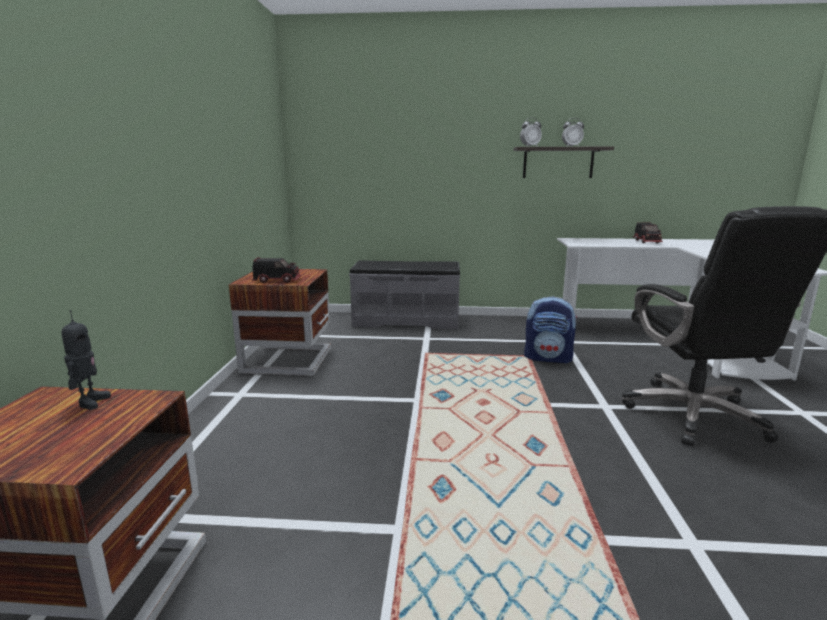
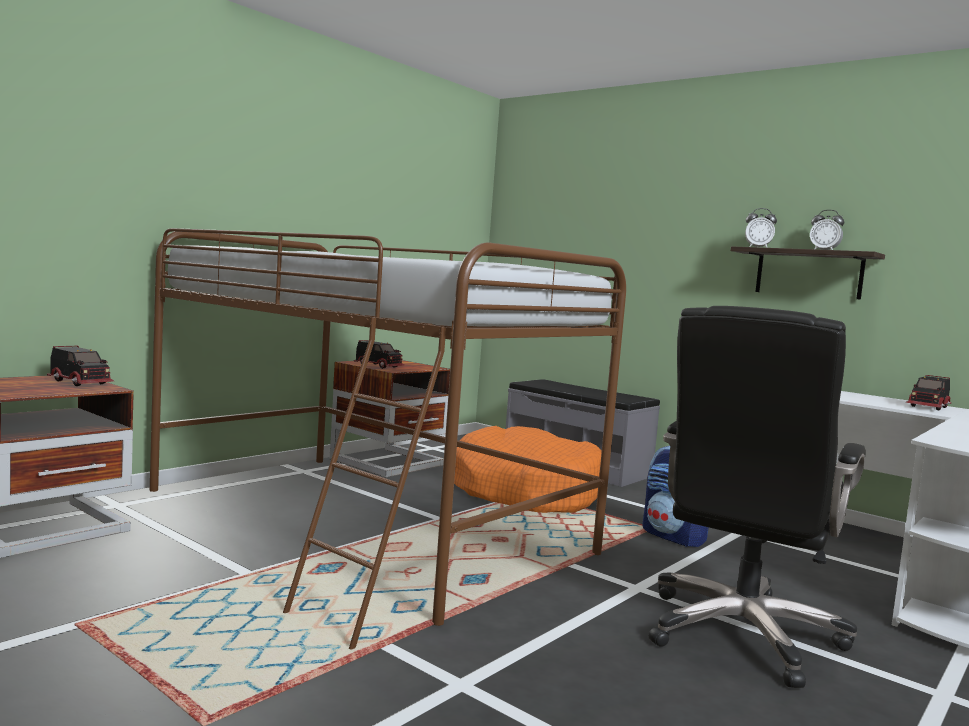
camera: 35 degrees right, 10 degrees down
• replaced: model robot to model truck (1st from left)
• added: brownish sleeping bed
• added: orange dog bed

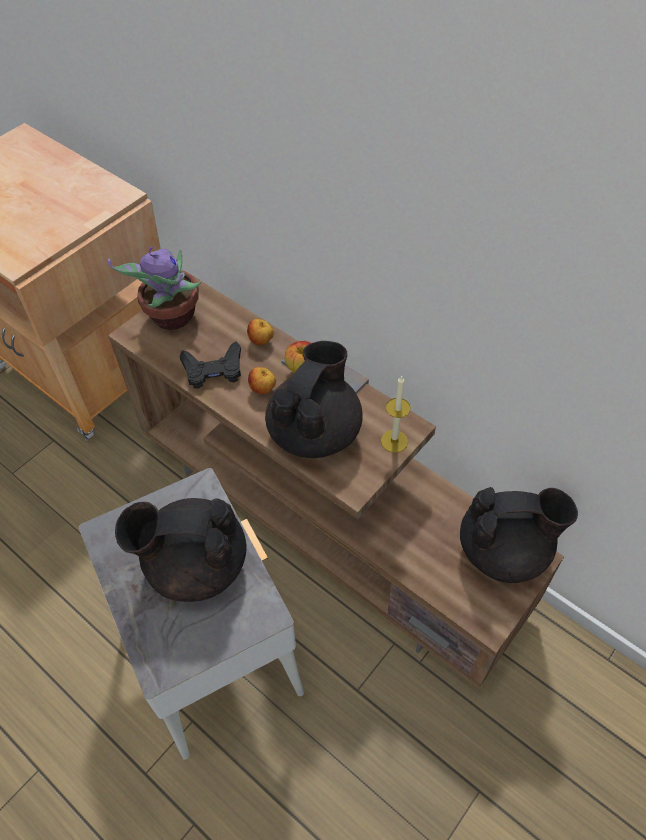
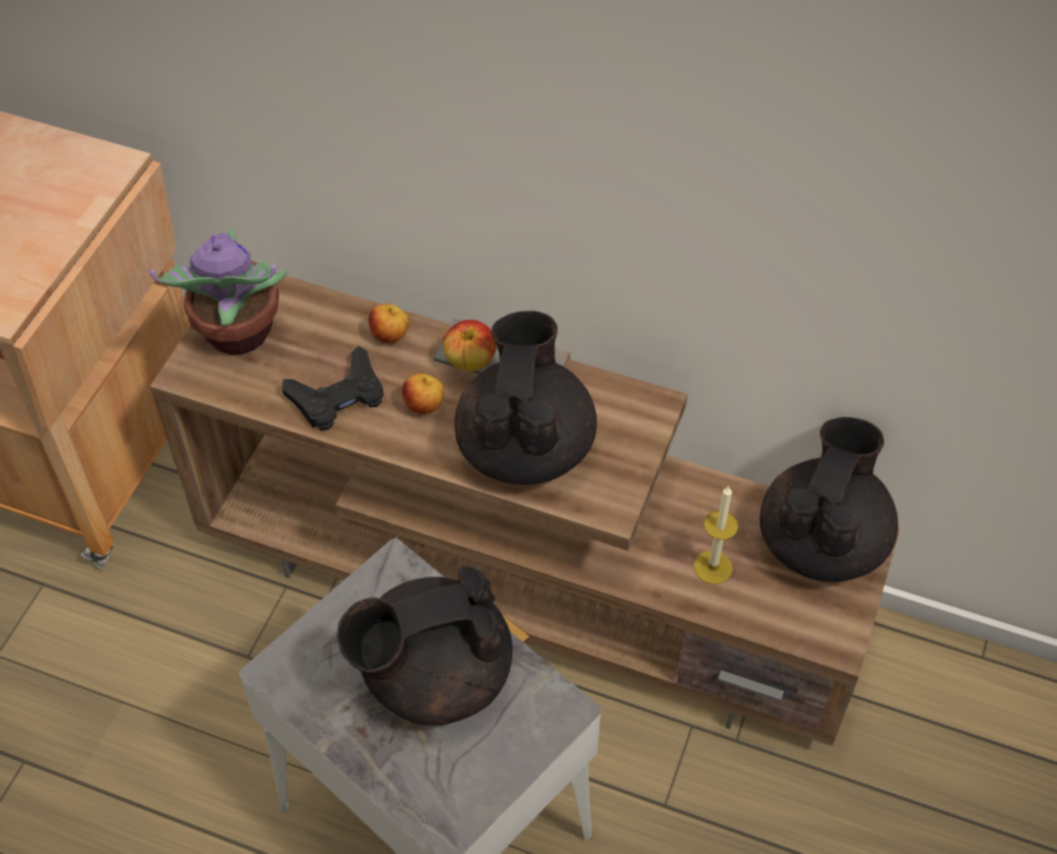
camera: 20 degrees left, 0 degrees up
• moved: candle
• turned: black-coloured pot for tea (3rd from left) 45 degrees counterclockwise

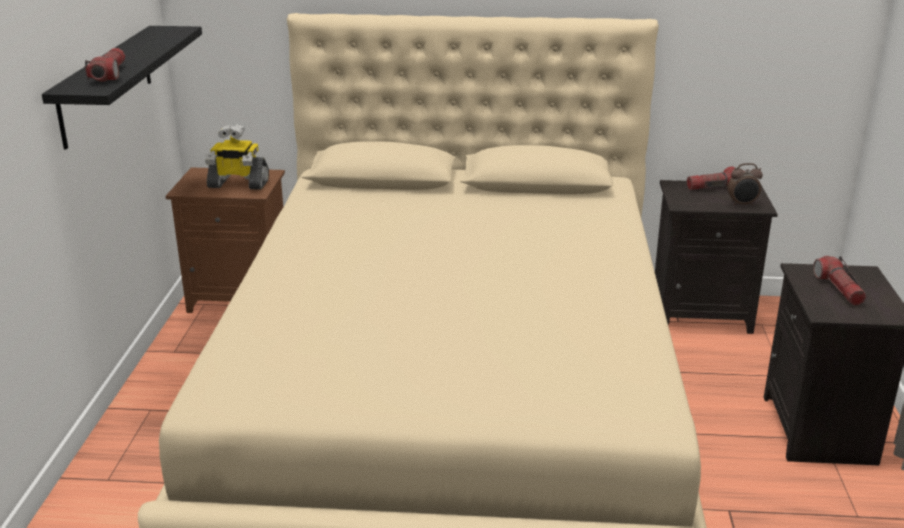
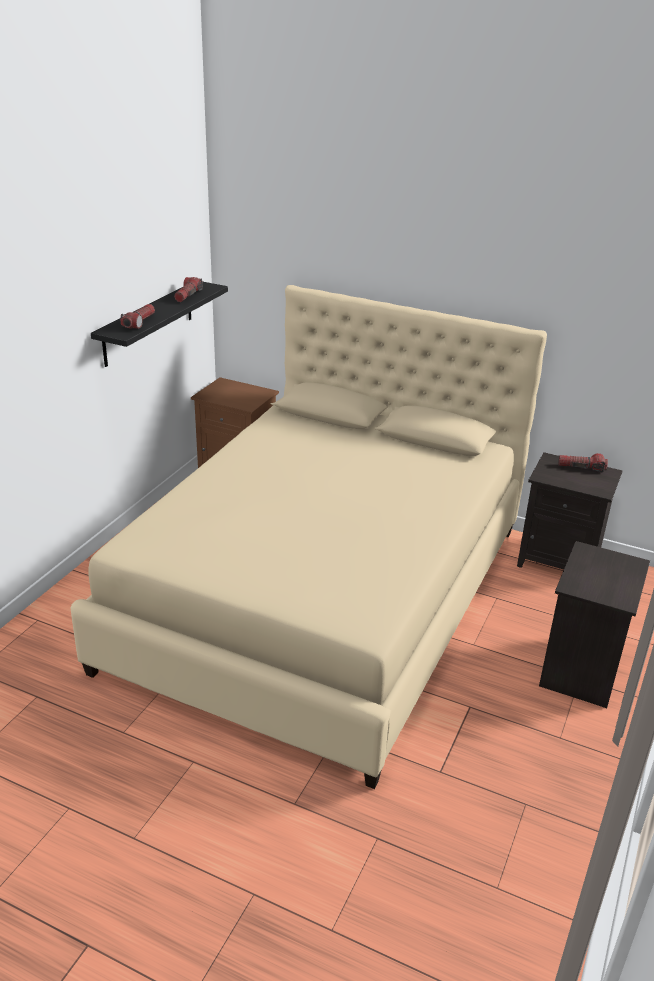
camera: 20 degrees right, 5 degrees up
• moved: torch (3rd from left in the first image) to torch (2nd from left)
• removed: model robot
• removed: bedside clock

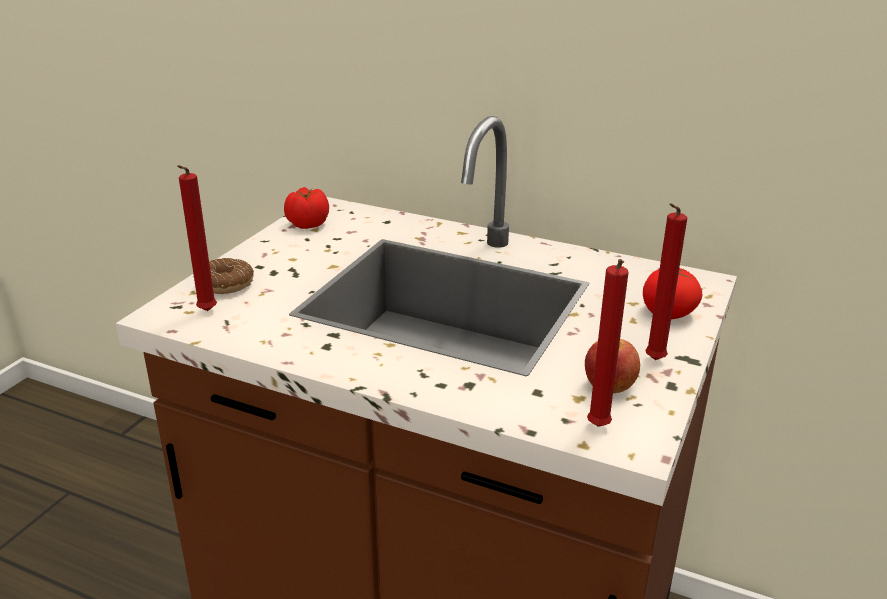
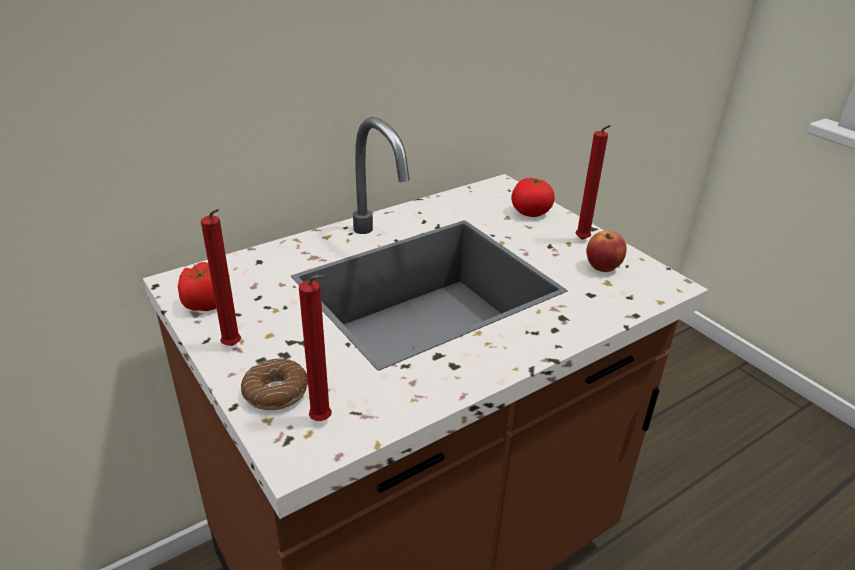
camera: 60 degrees left, 5 degrees up
• moved: reddish candle (2nd from left in the first image) to reddish candle (1st from left)

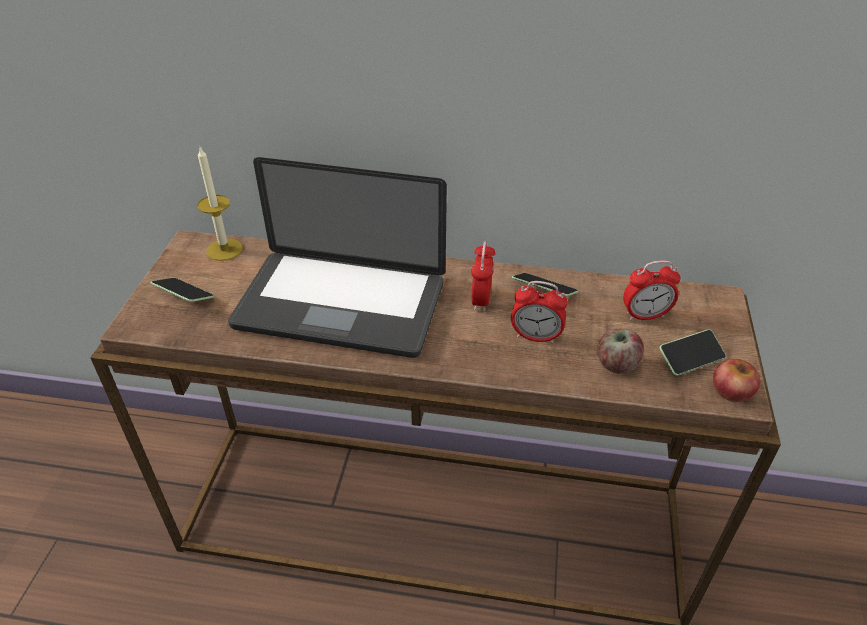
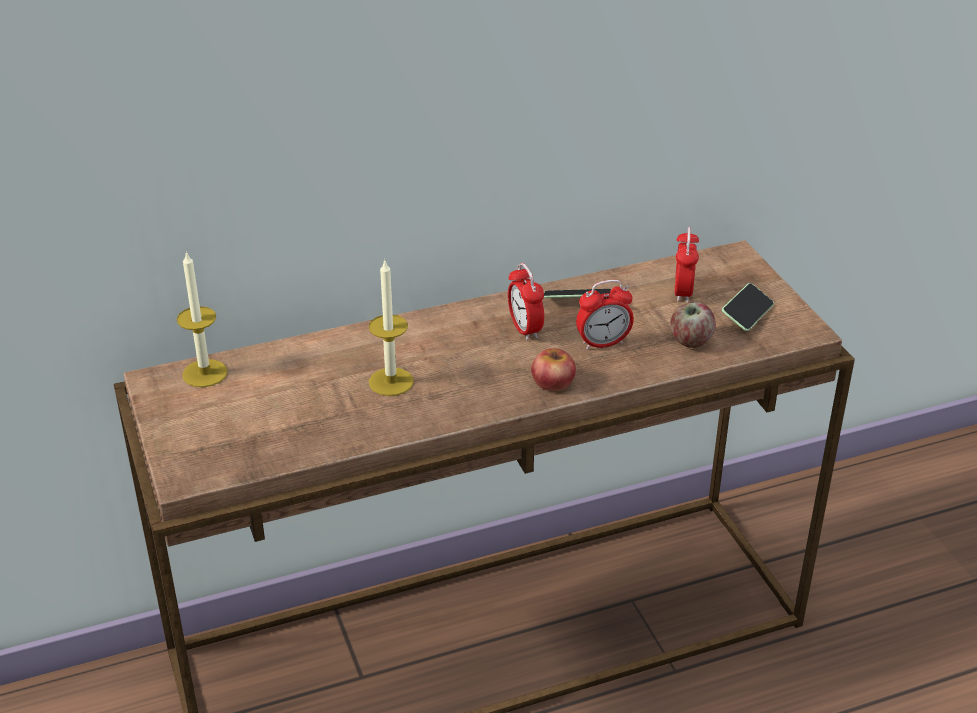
camera: 30 degrees left, 5 degrees down
• replaced: notebook computer to candle (2nd from left)
• moved: apple fruit (2nd from left in the first image) to apple fruit (1st from left)
• turned: bedside clock (3rd from left) 135 degrees clockwise
• removed: telephone (1st from left)

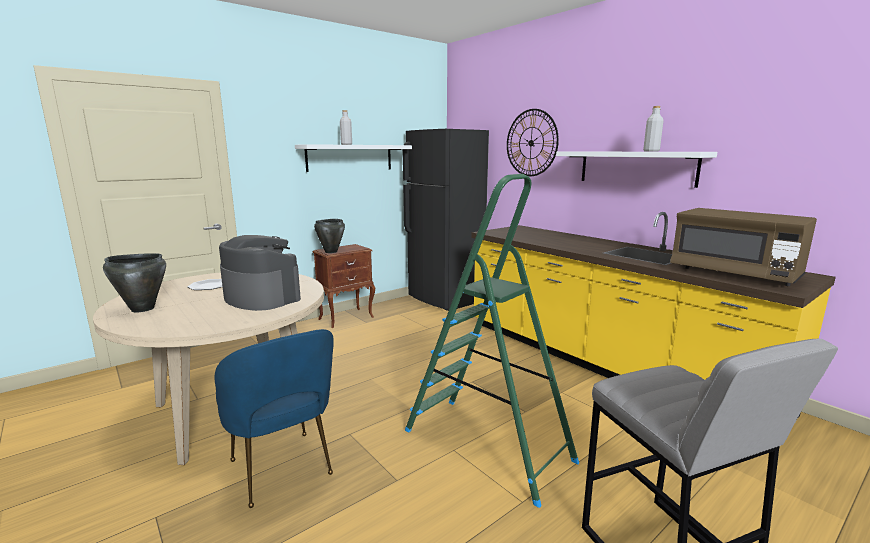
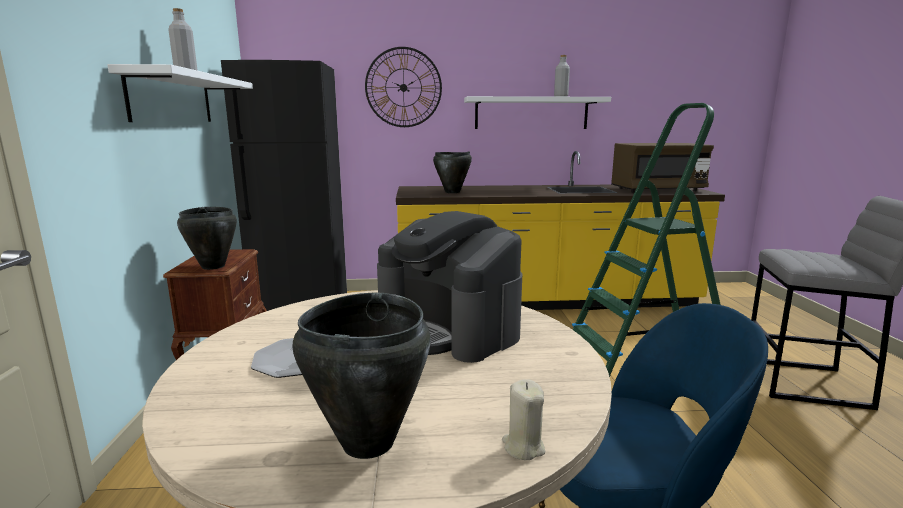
camera: 55 degrees left, 0 degrees up
• turned: coffee brewer 120 degrees counterclockwise
• added: black-coloured stockpot (3rd from left)
• added: beige candle

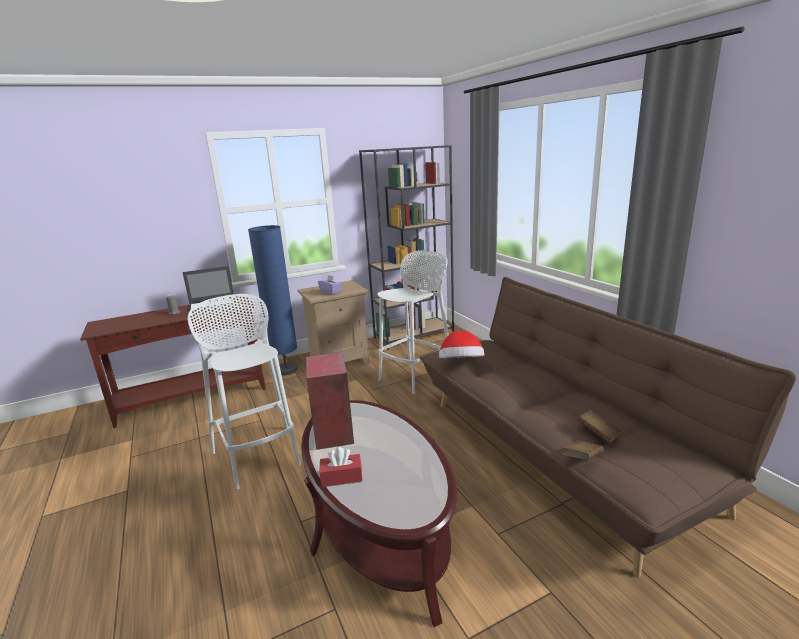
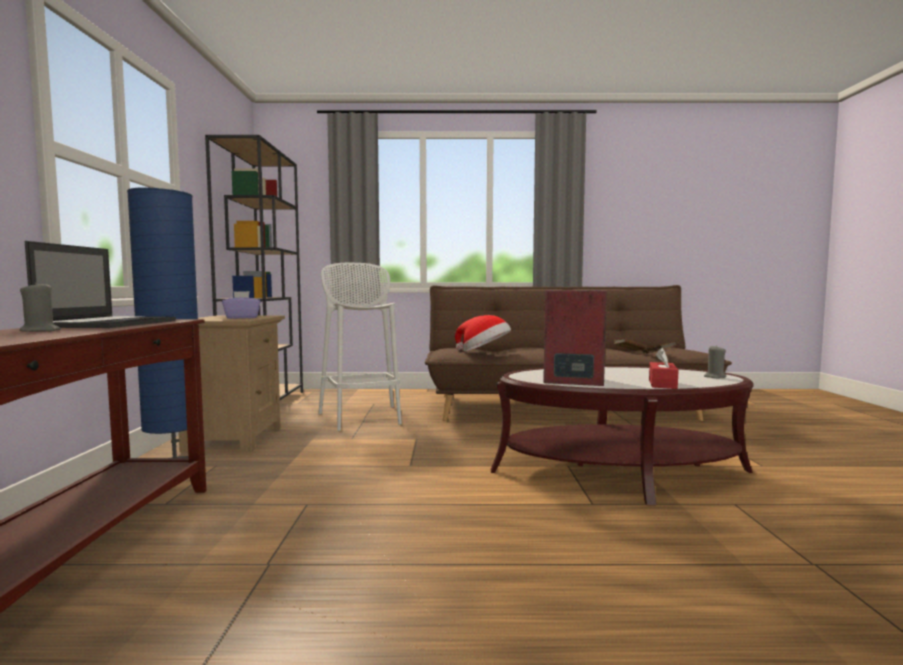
camera: 65 degrees left, 15 degrees down
• added: greyish candle (2nd from left)
• removed: white stool seat (1st from left)

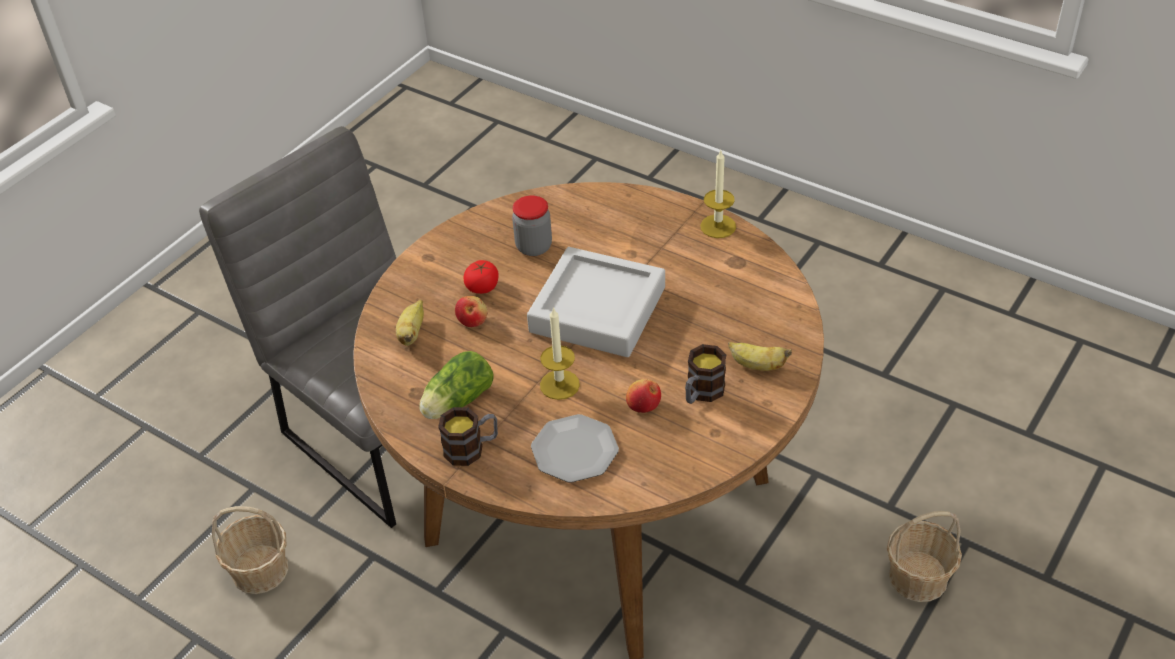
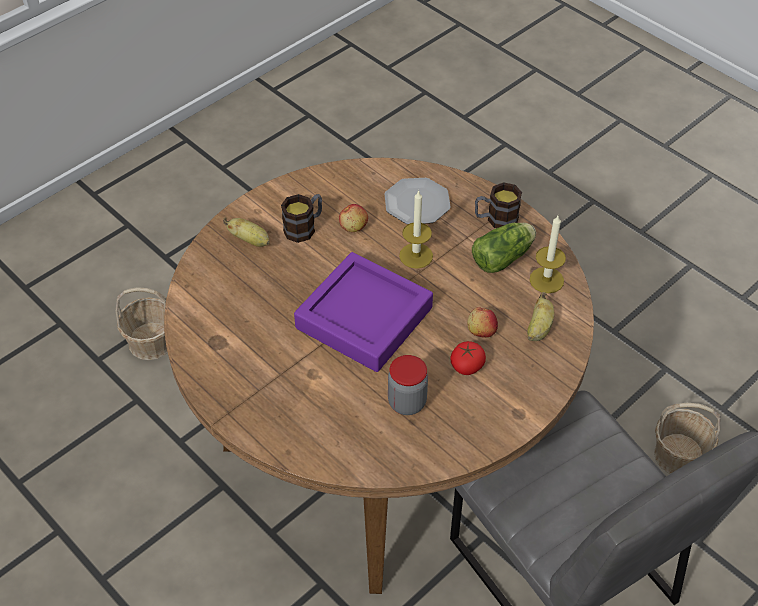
camera: 170 degrees left, 5 degrees up
• recoloured: greyish serving tray to purple-coloured serving tray
• moved: candle (2nd from left)

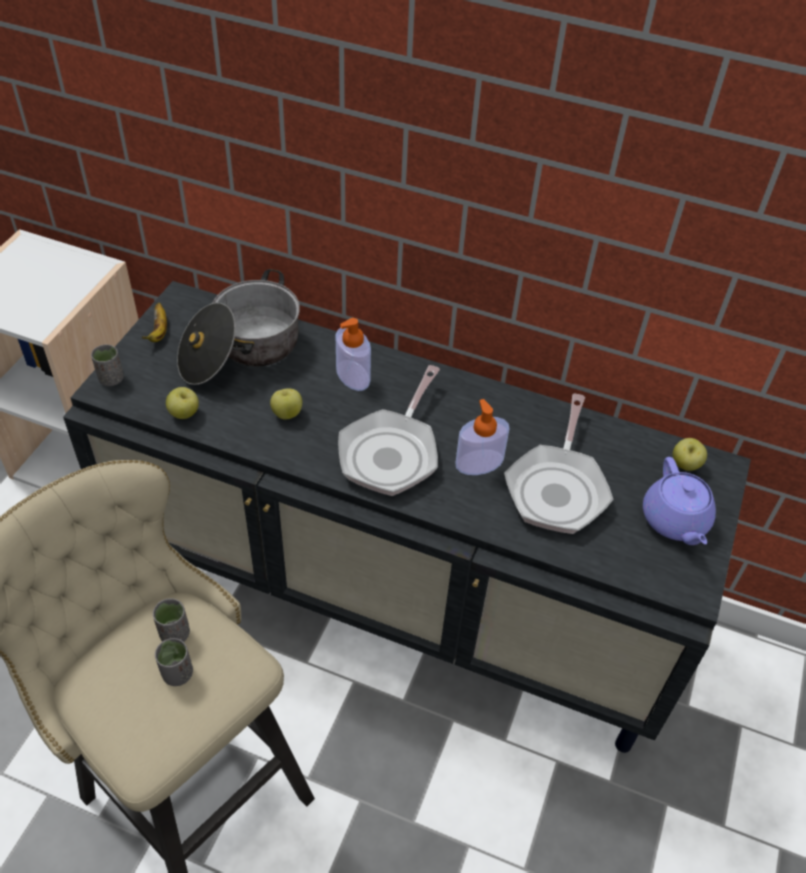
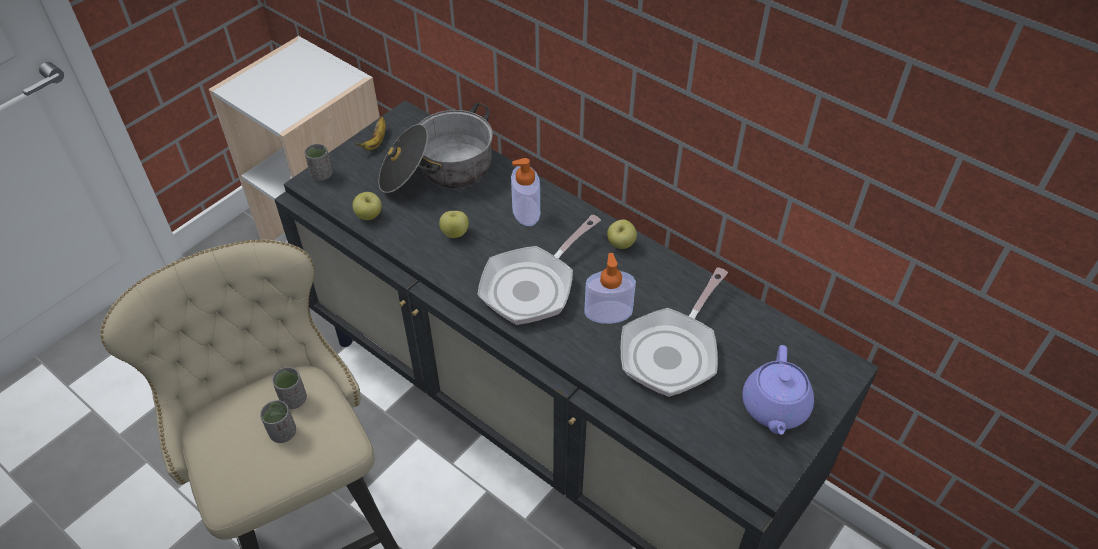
camera: 20 degrees right, 0 degrees up
• moved: apple fruit (3rd from left)

